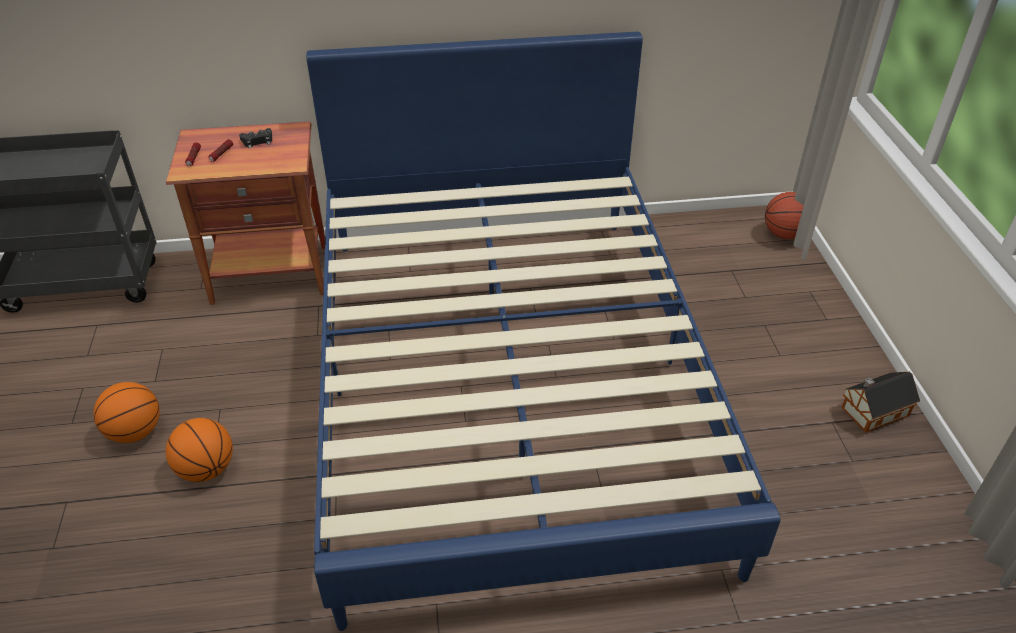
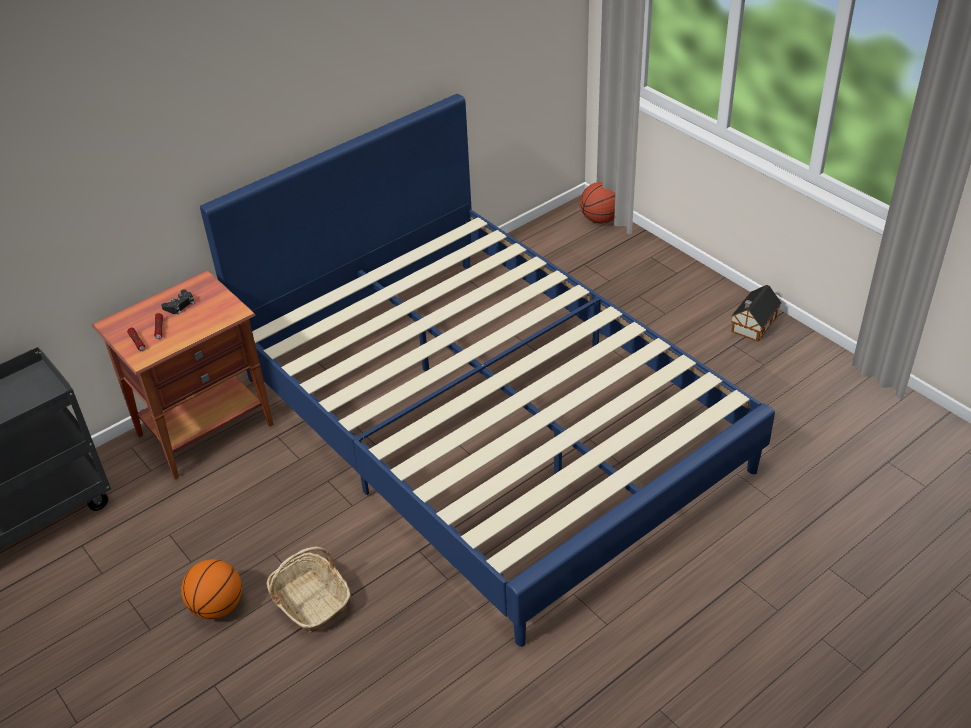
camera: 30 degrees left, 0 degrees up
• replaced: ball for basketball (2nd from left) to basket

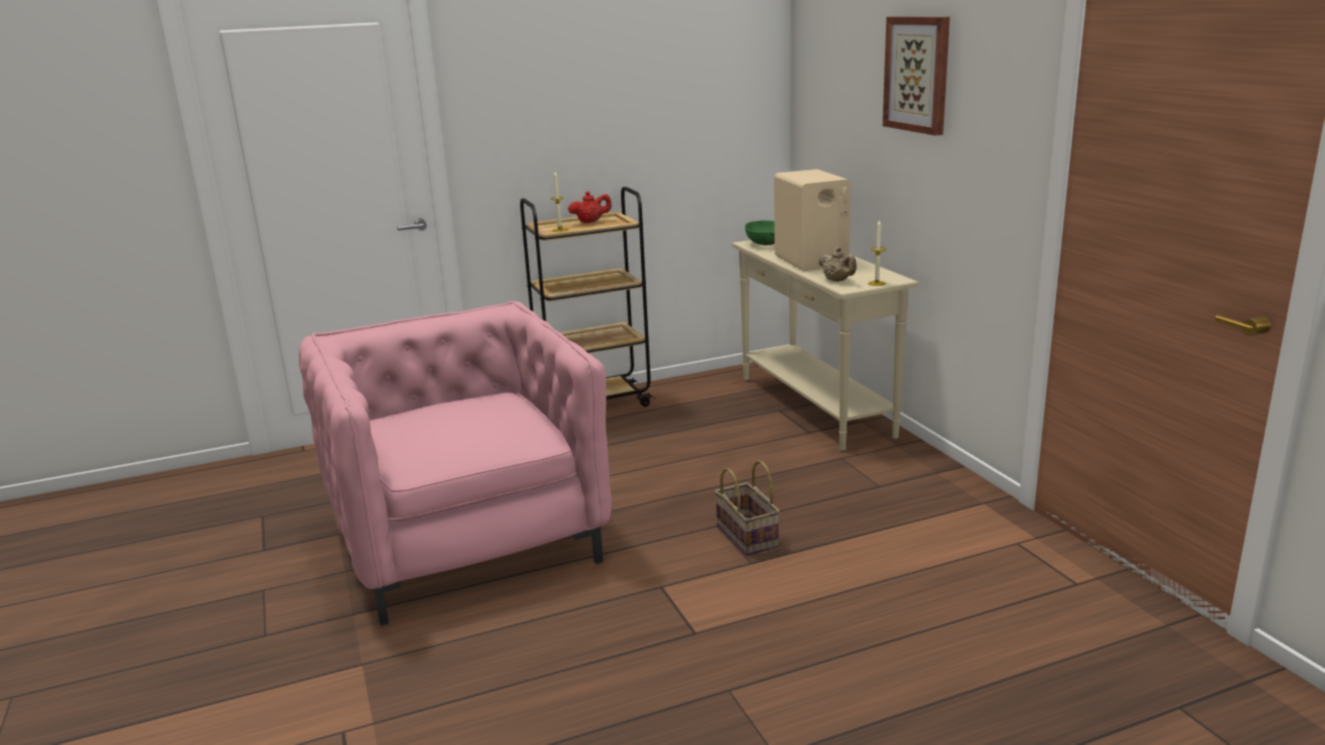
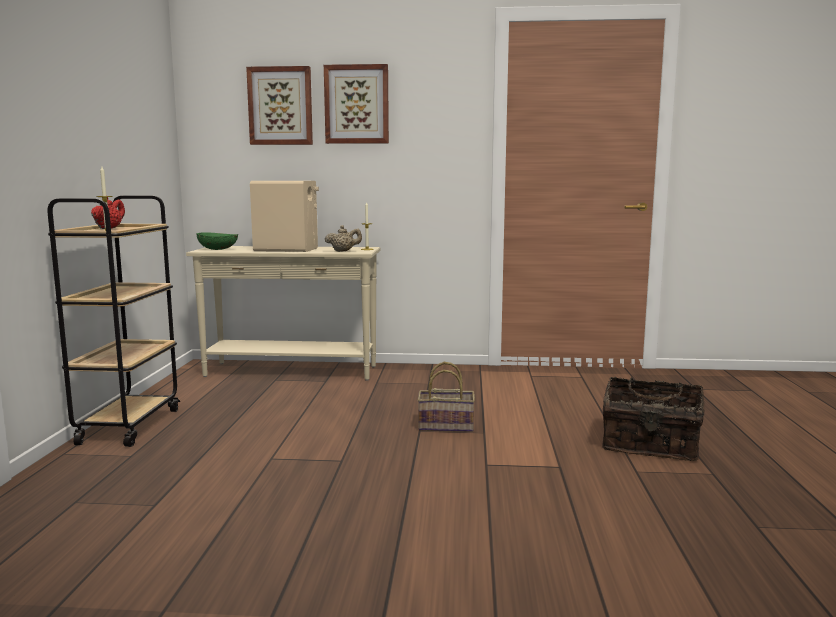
camera: 65 degrees left, 10 degrees down
• added: picture (1st from left)
• added: basket (2nd from left)
• removed: pink-coloured armchair

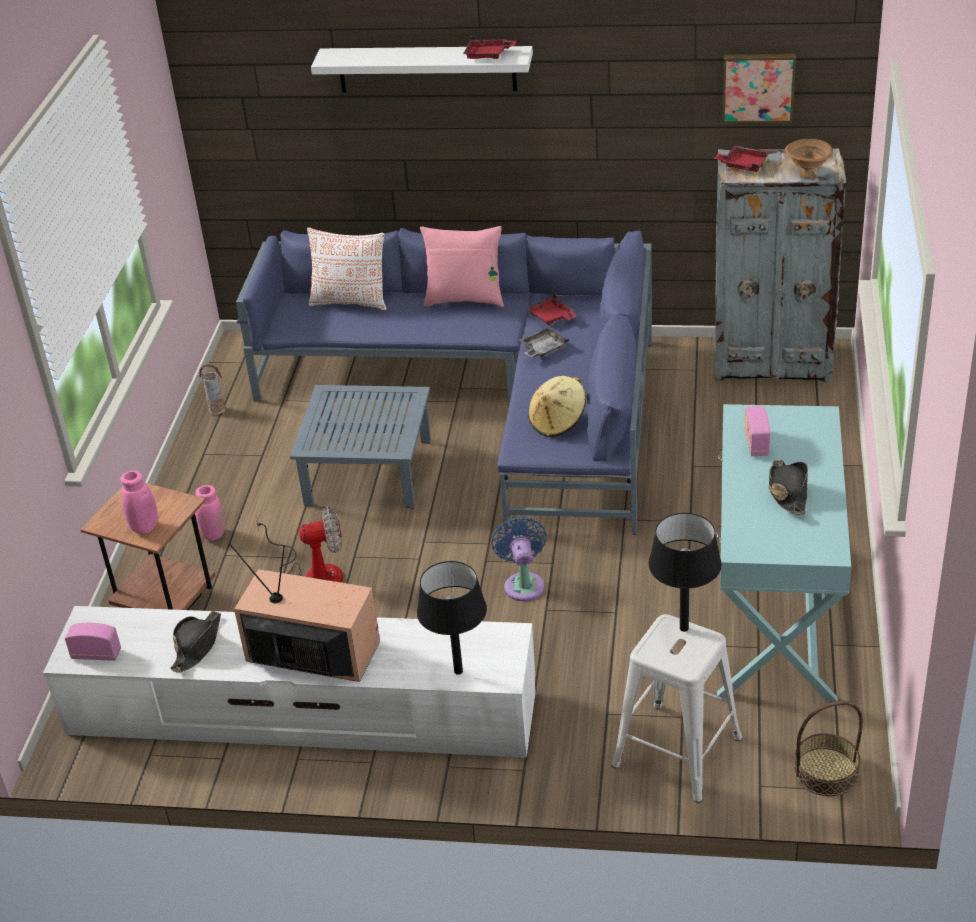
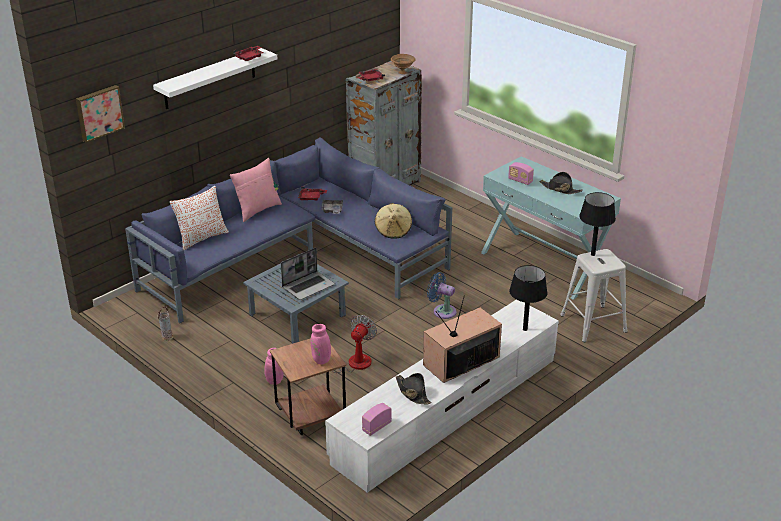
camera: 55 degrees left, 5 degrees down
• moved: picture
• added: notebook computer
• removed: basket

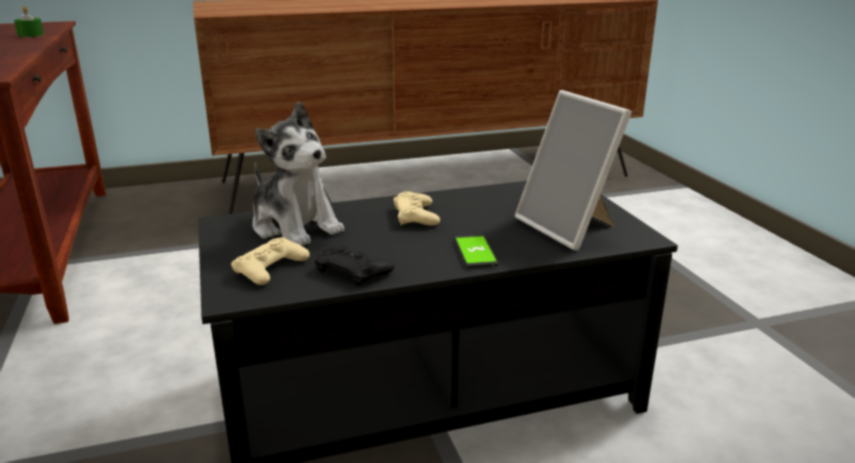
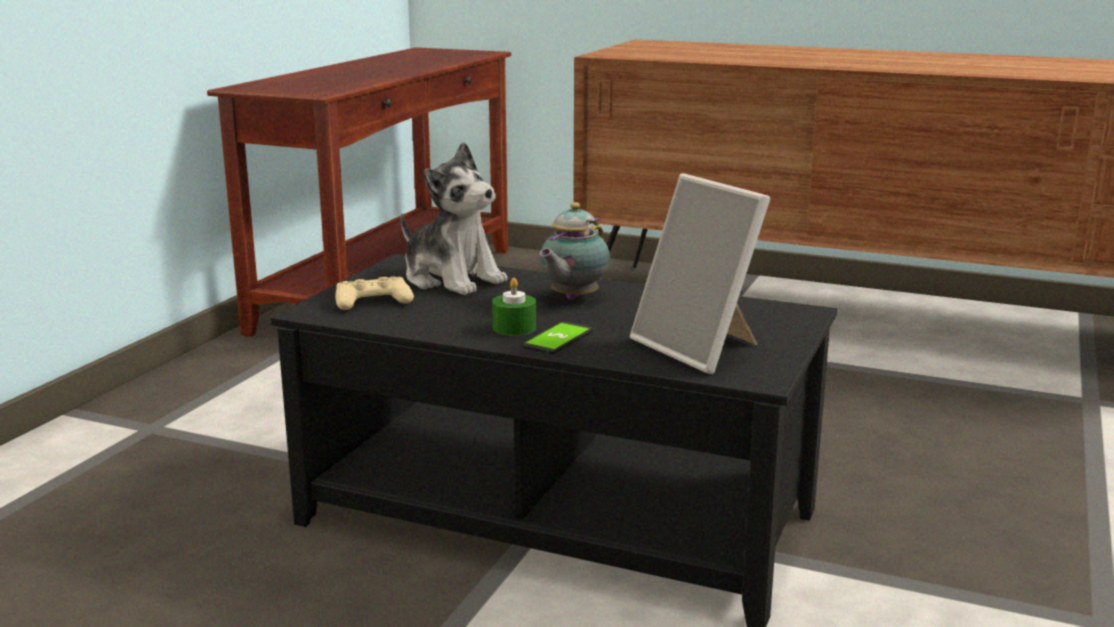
camera: 40 degrees right, 5 degrees down
• turned: cuddly toy 45 degrees counterclockwise
• moved: green-coloured candle
• replaced: beige gamepad (2nd from left) to pot for tea
• turned: standing frame 45 degrees counterclockwise
• removed: black-coloured gamepad

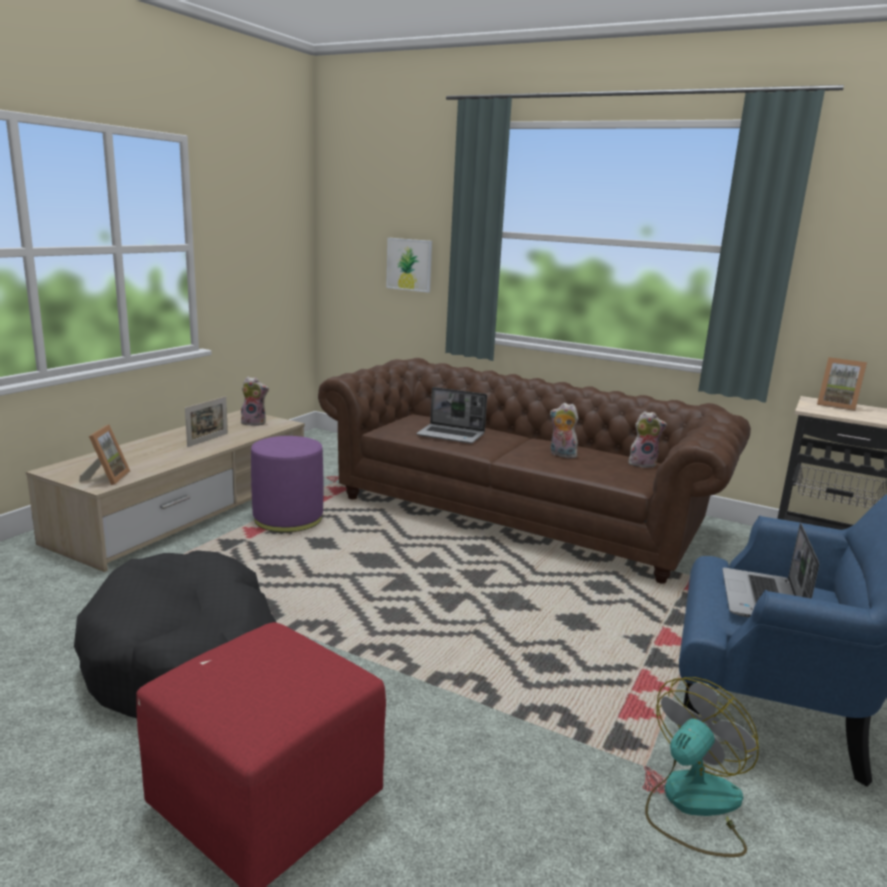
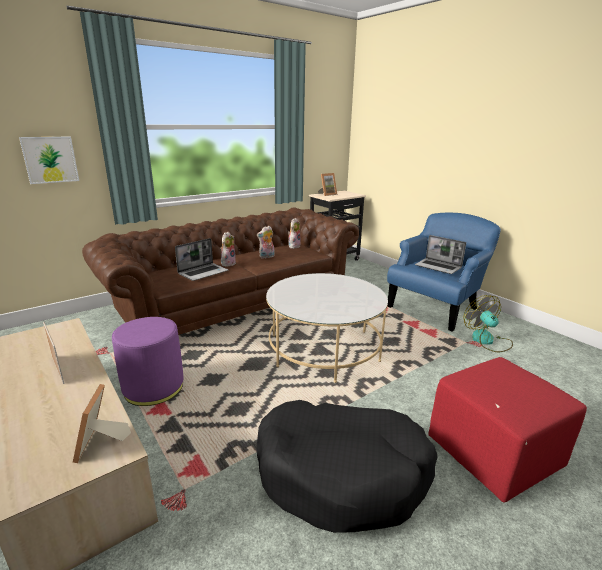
camera: 65 degrees left, 5 degrees up
• turned: standing frame (1st from left in the first image) 120 degrees counterclockwise
• moved: cuddly toy (1st from left)
• added: coffee table

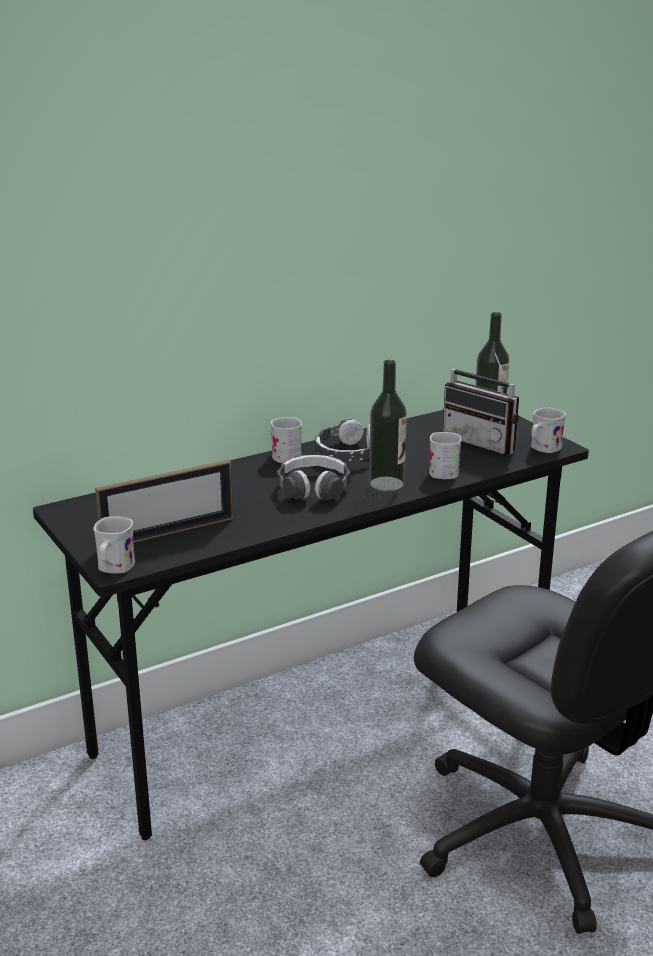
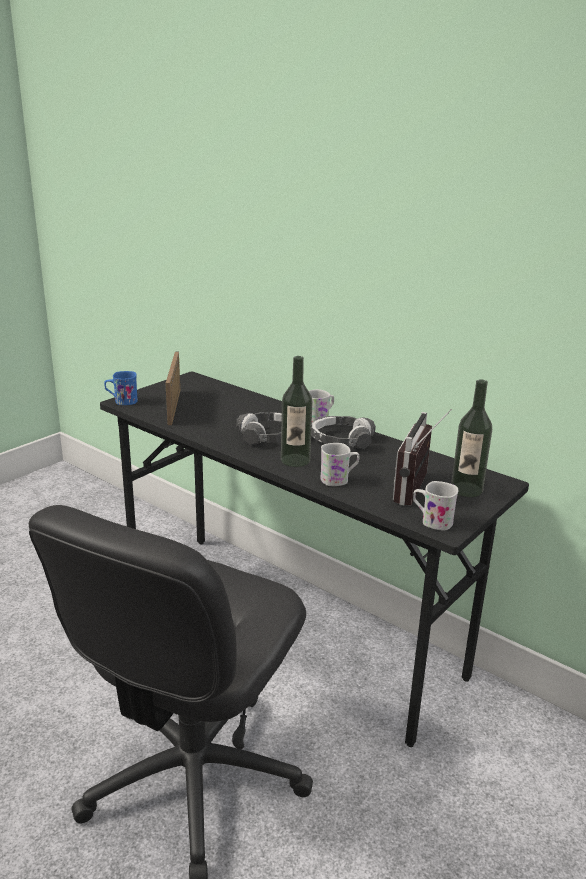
camera: 70 degrees right, 0 degrees up
• recoloured: white coffee mug (1st from left) to blue coffee mug
• turned: standing frame 45 degrees clockwise

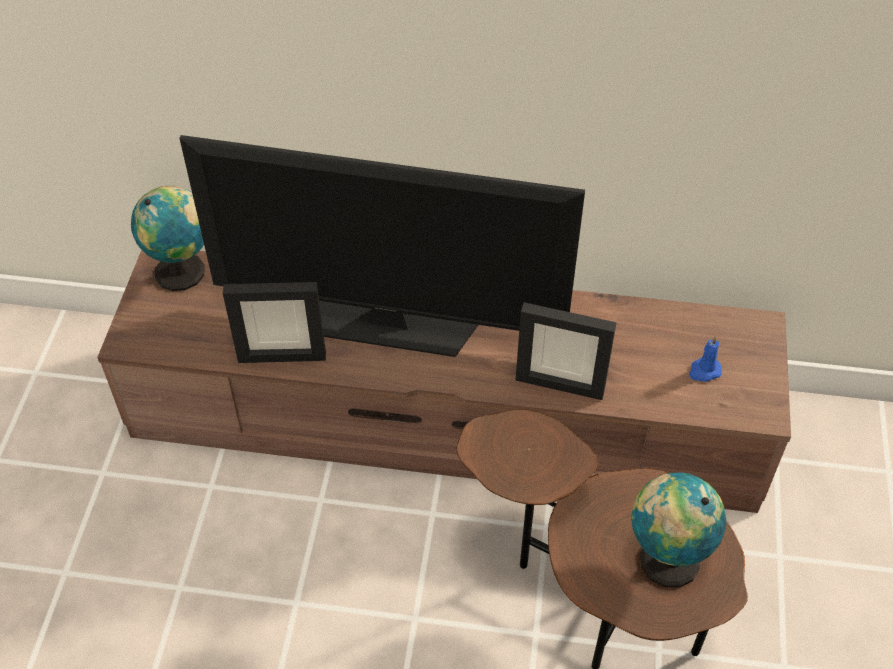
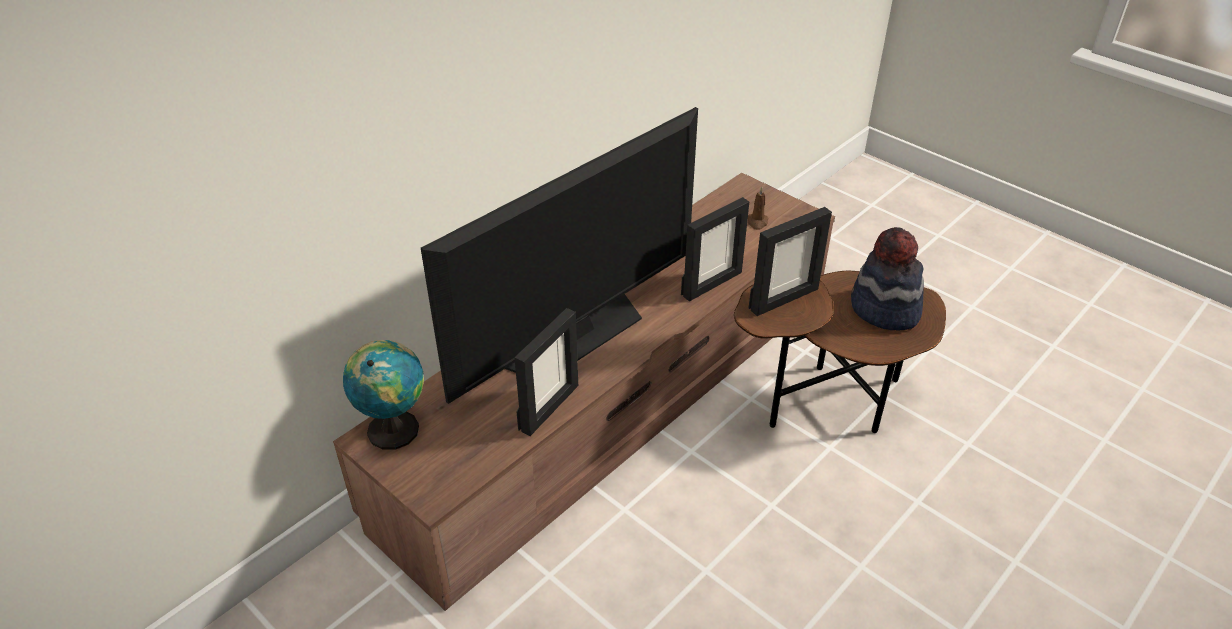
camera: 55 degrees left, 10 degrees down
• recoloured: blue candle to brownish candle
• added: standing frame (3rd from left)
• replaced: desk globe (2nd from left) to hat

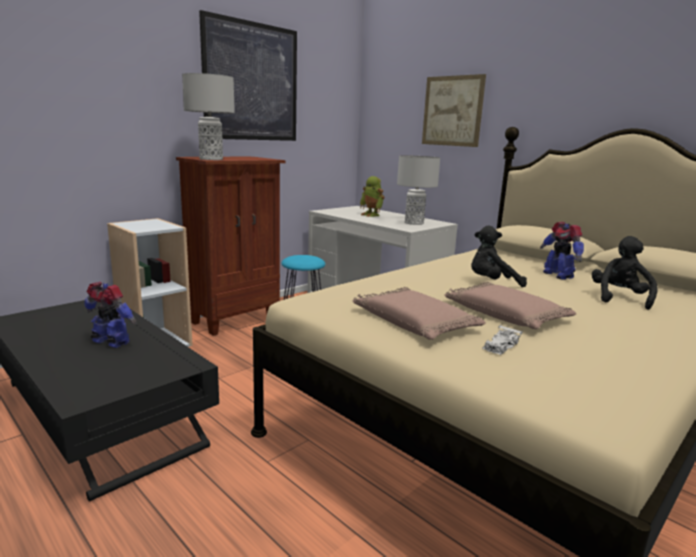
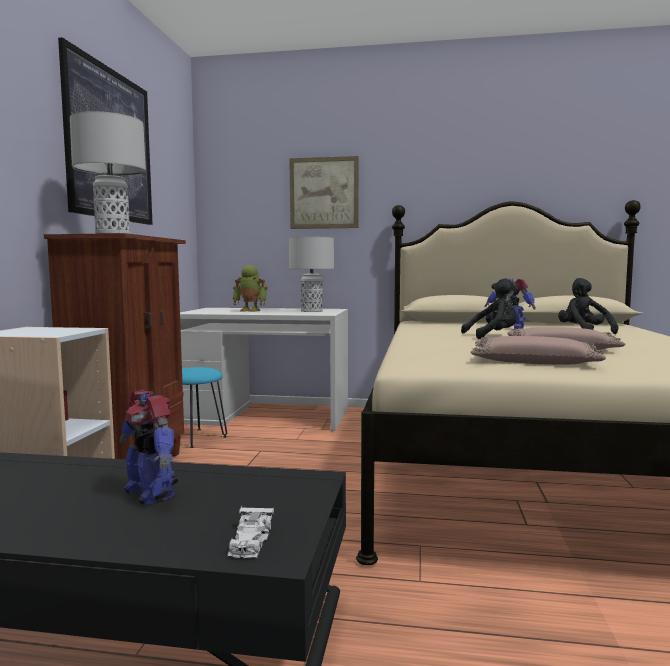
camera: 35 degrees left, 10 degrees down
• turned: model robot (1st from left) 120 degrees counterclockwise
• moved: white miniature car
• turned: black-coloured cuddly toy (1st from left) 150 degrees counterclockwise

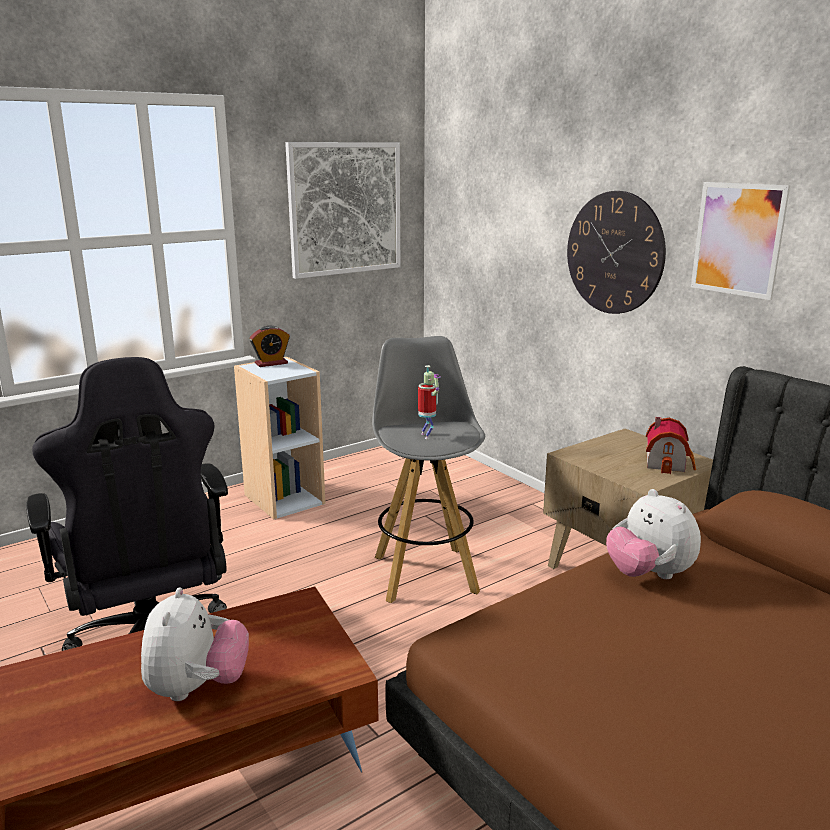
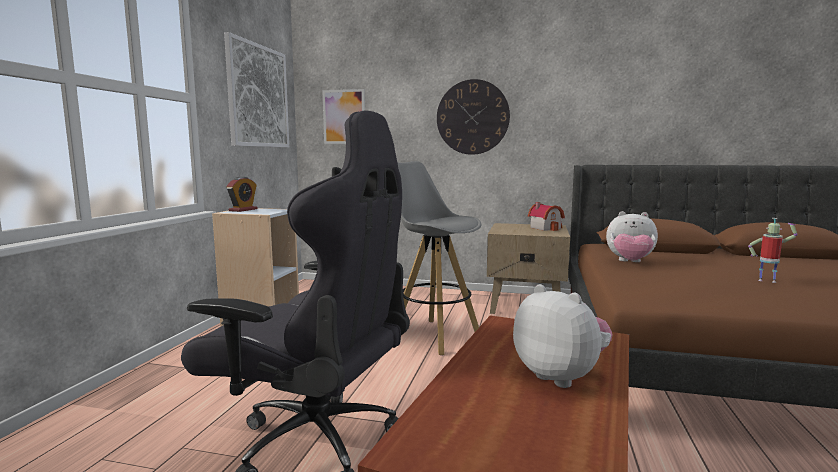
camera: 40 degrees left, 10 degrees down
• moved: picture (2nd from left)
• moved: model robot

